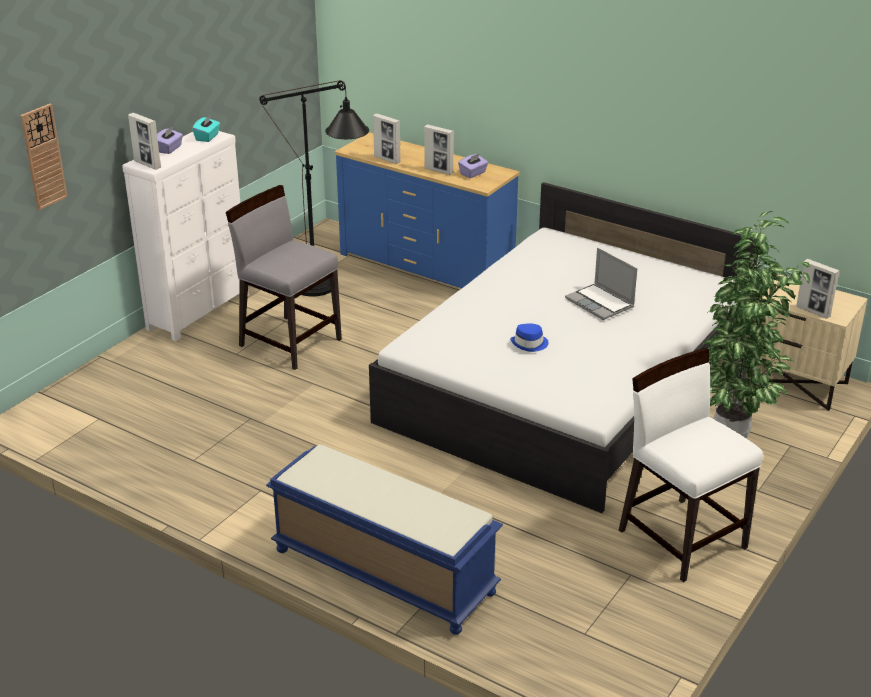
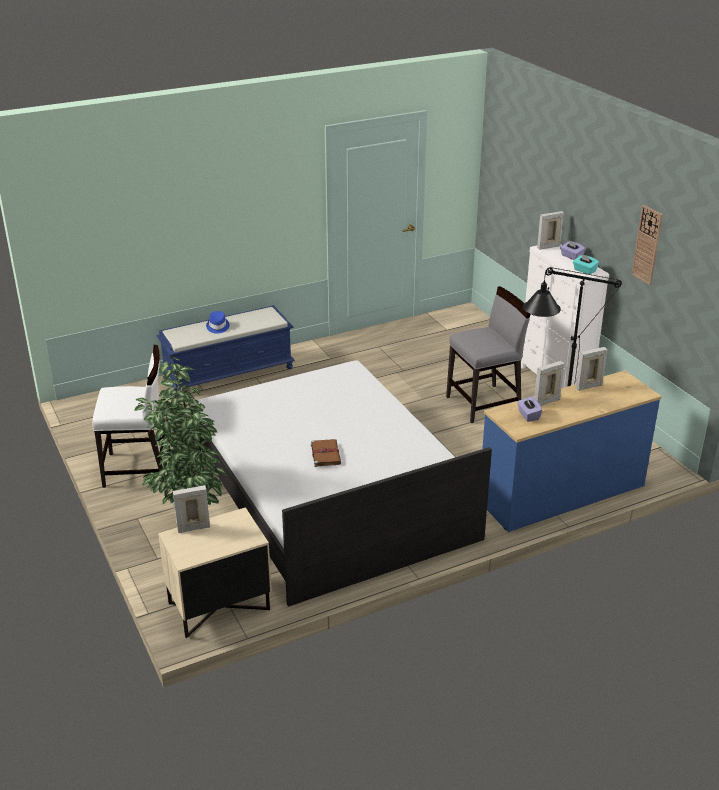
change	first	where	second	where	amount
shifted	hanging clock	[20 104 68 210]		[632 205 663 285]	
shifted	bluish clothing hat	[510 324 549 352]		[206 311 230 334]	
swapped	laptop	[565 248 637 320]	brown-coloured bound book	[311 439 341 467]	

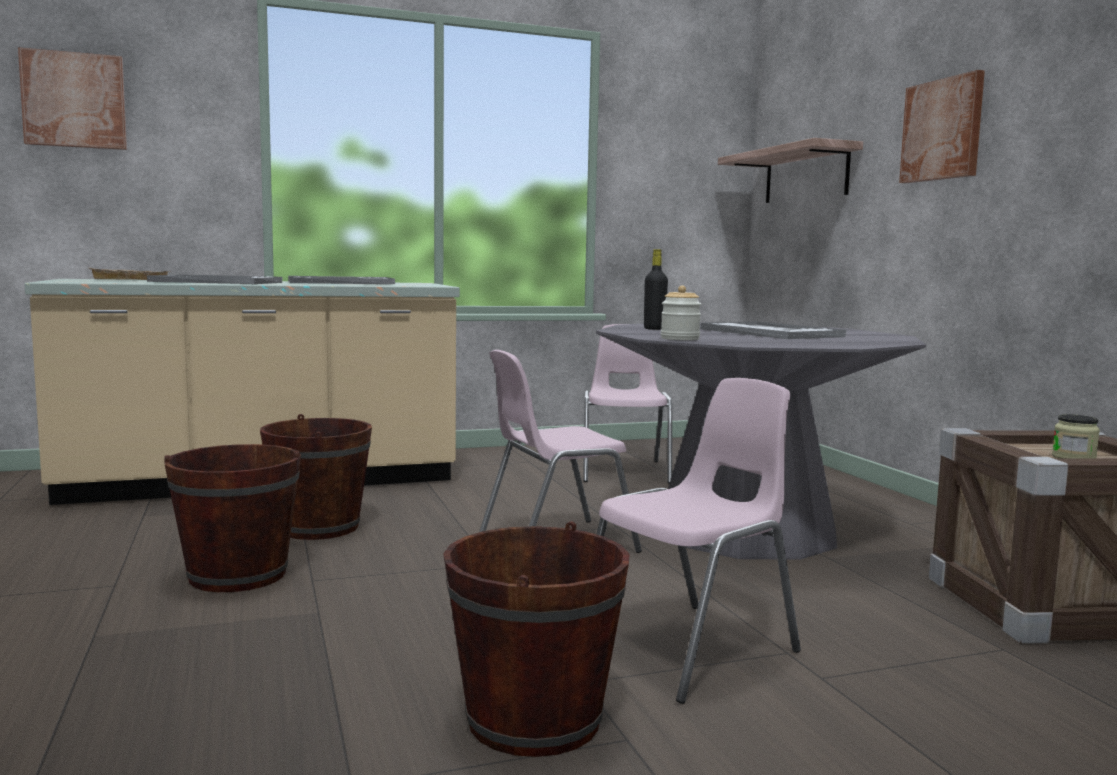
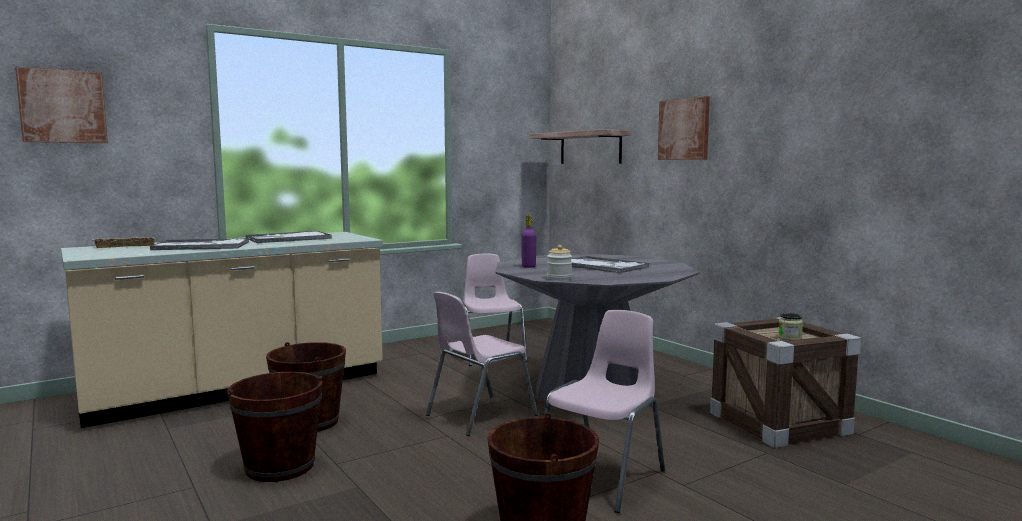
change	first	where	second	where	amount
repainted	black-coloured drink bottle	[644 249 668 330]	purplish drink bottle	[521 215 537 268]	

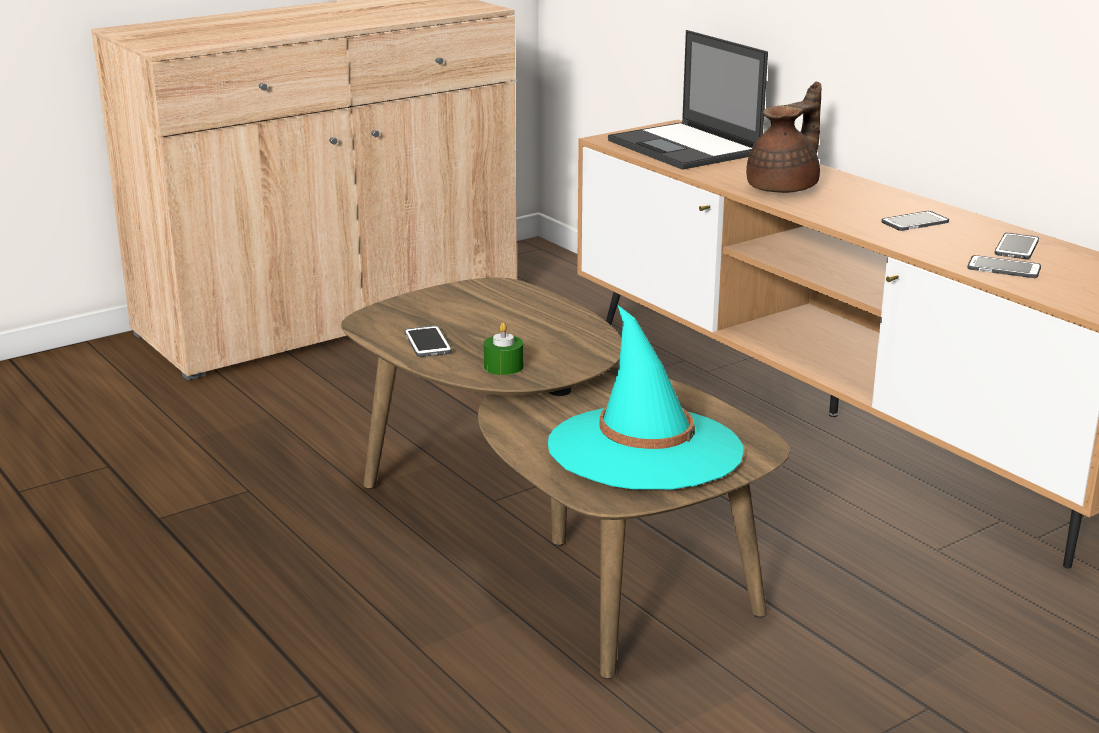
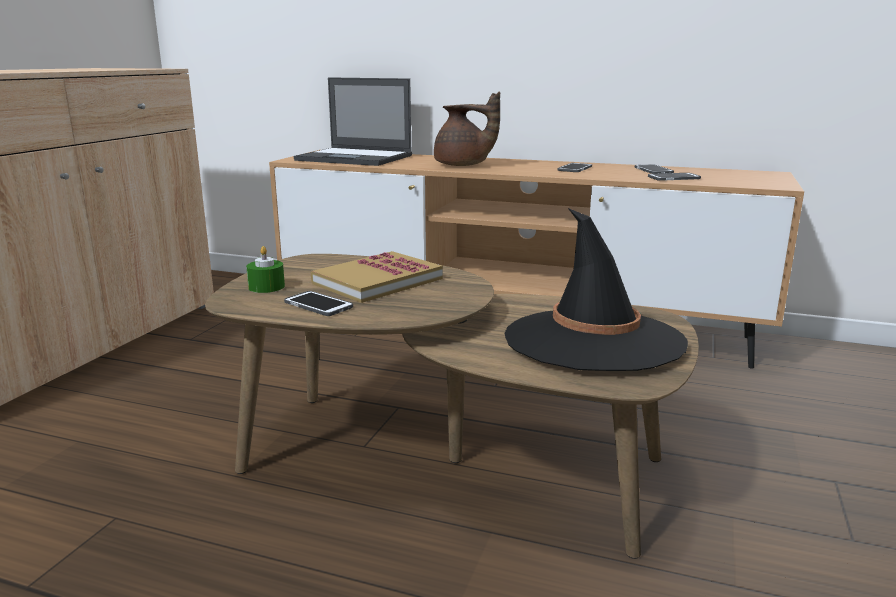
change	first	where	second	where	amount
shifted	greenish candle	[483 323 524 375]		[246 246 285 293]	
repainted	turquoise-coloured clothing hat	[548 305 743 489]	black-coloured clothing hat	[504 208 688 371]	
rotated	brown-coloured teapot	[746 82 822 193]		[434 91 500 166]	105 degrees clockwise
new			bound book	[311 251 443 303]	

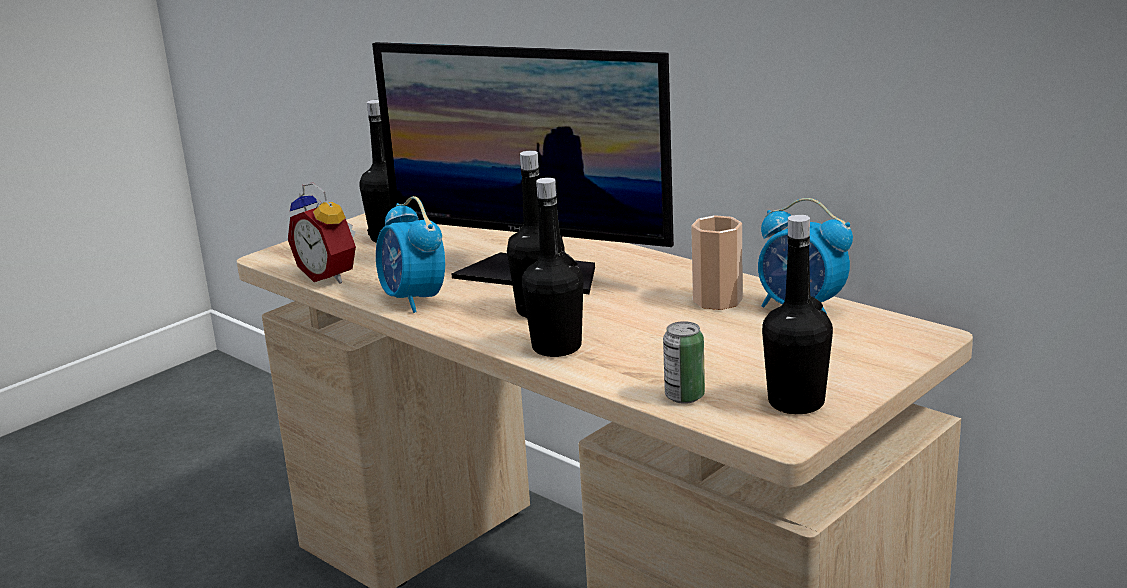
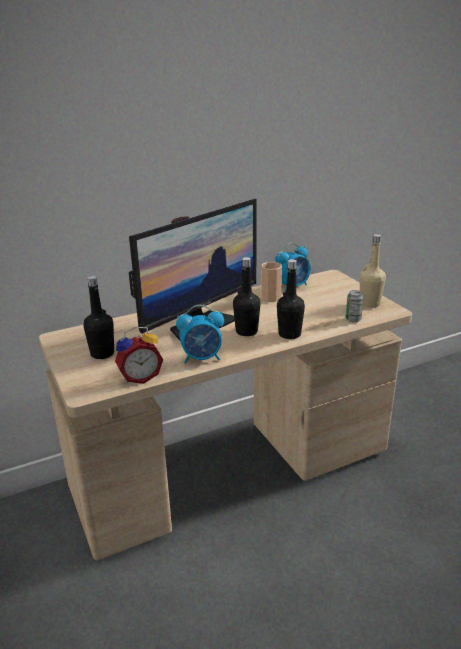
change	first	where	second	where	amount
repainted	black-coloured drink bottle	[762 214 833 414]	beige-coloured drink bottle	[360 234 386 308]	

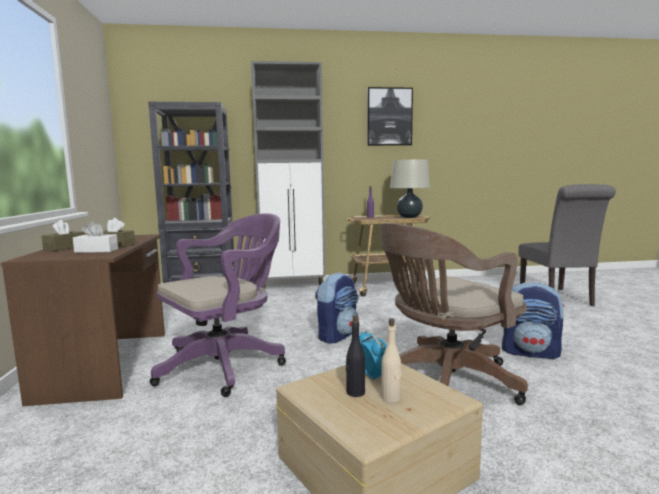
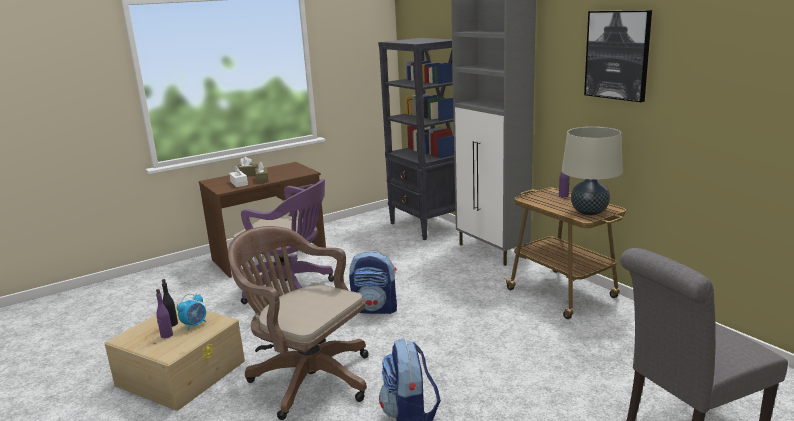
change	first	where	second	where	amount
repainted	beige-coloured drink bottle	[381 318 402 403]	purplish drink bottle	[156 289 173 338]	

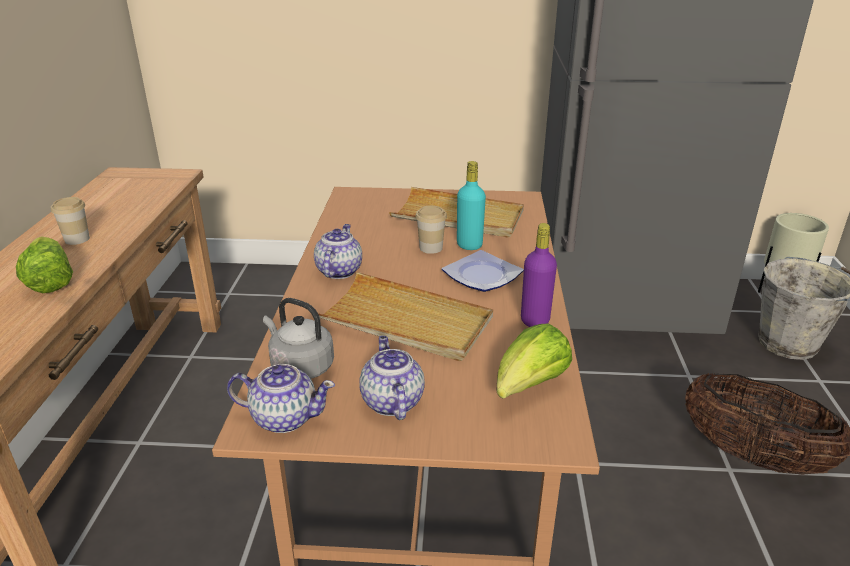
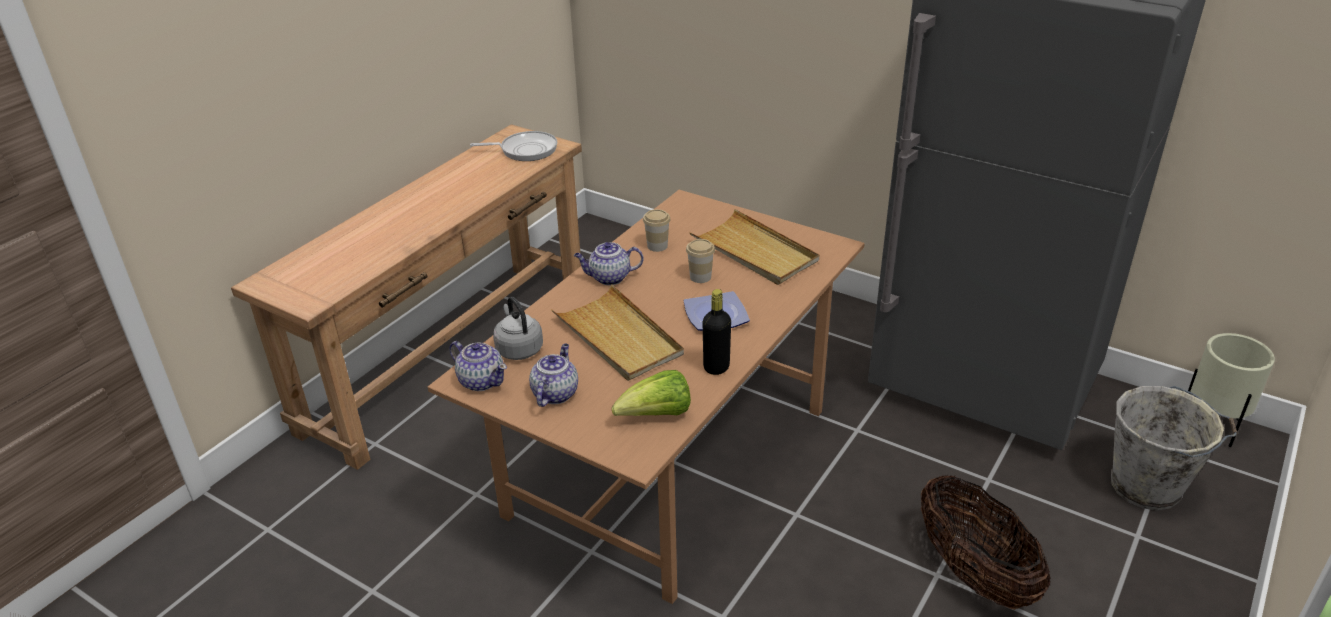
change	first	where	second	where	amount
gone	lettuce	[16 237 73 293]			
shifted	small cup	[51 197 90 245]		[643 209 671 252]	
rotated	teapot	[314 224 362 279]		[574 242 644 285]	135 degrees counterclockwise
gone	turquoise-coloured drink bottle	[457 161 486 250]			
repainted	purplish drink bottle	[521 223 557 327]	black-coloured drink bottle	[703 289 731 375]	
new			frying pan	[470 131 557 161]	

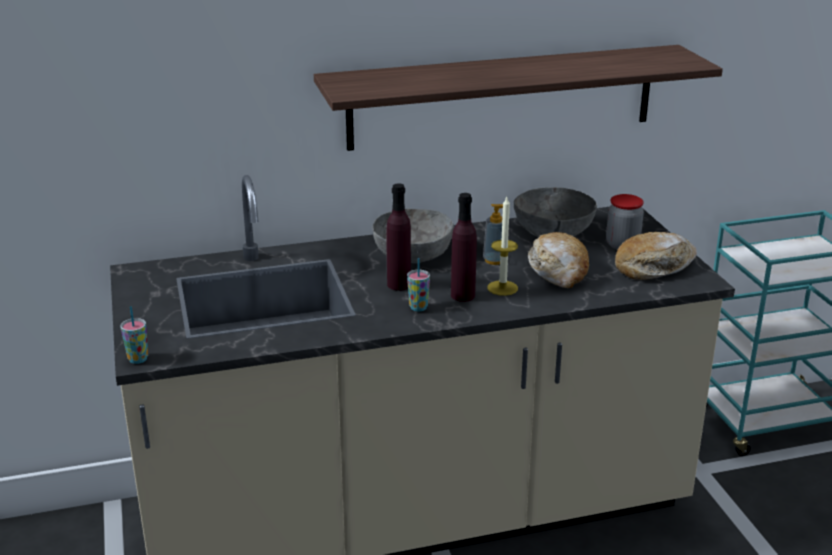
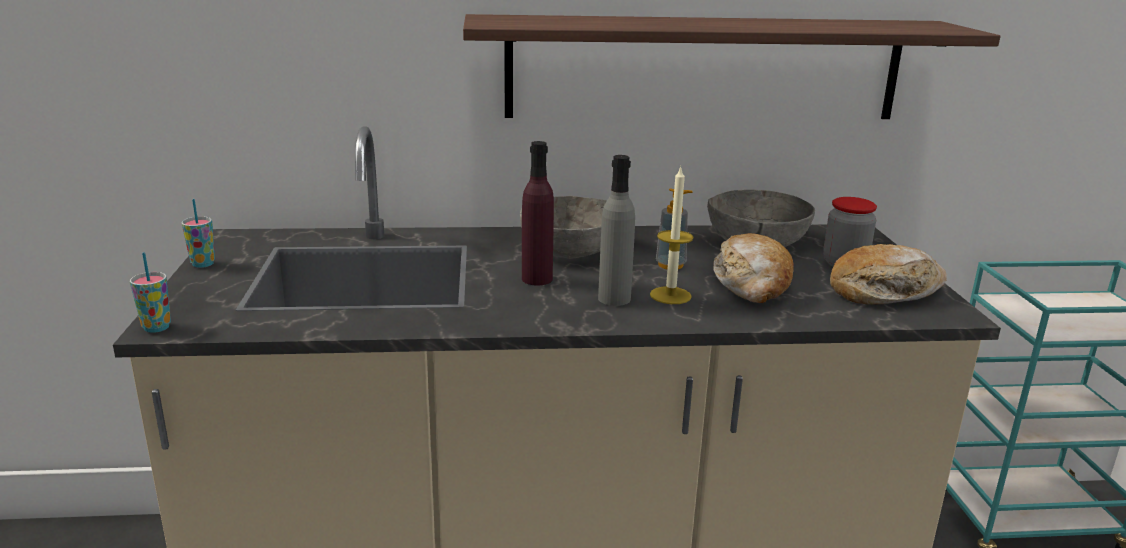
change	first	where	second	where	amount
shifted	small cup	[407 258 430 311]		[181 199 215 268]	
repainted	purplish drink bottle	[451 193 477 302]	gray drink bottle	[598 155 635 306]	

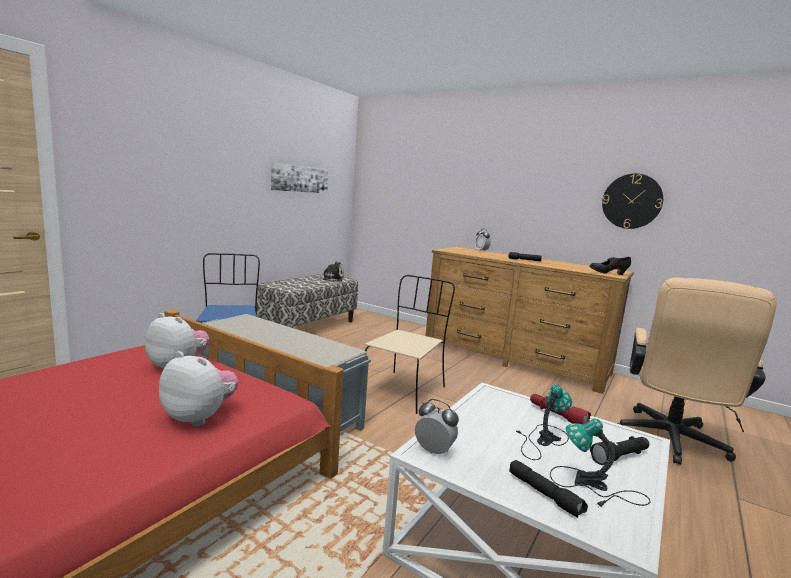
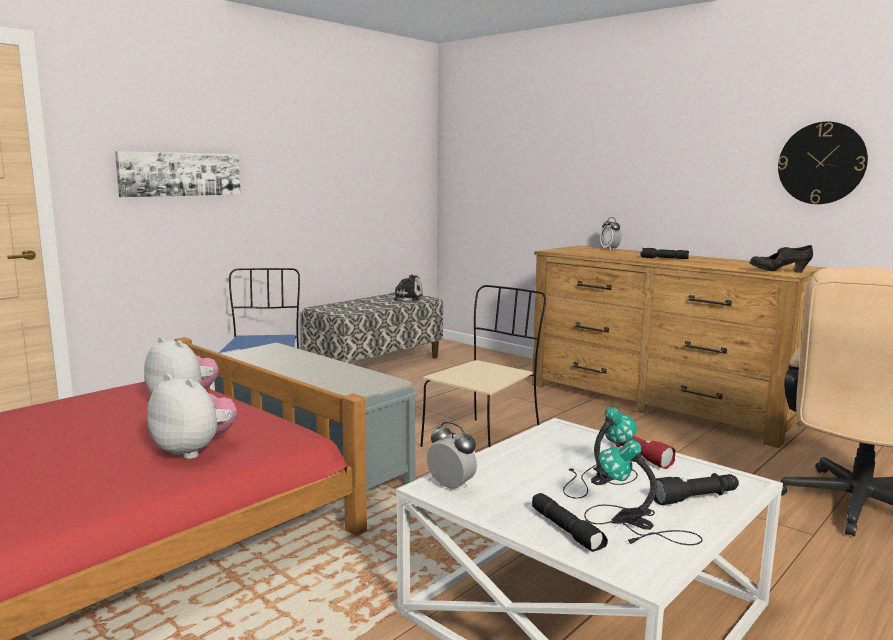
change	first	where	second	where	amount
shifted	wall picture	[271 162 328 193]		[115 151 241 197]	

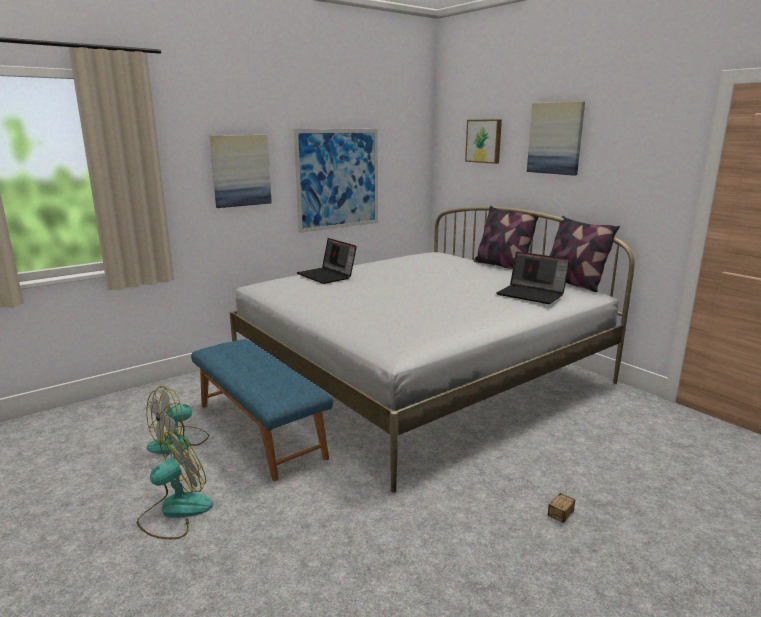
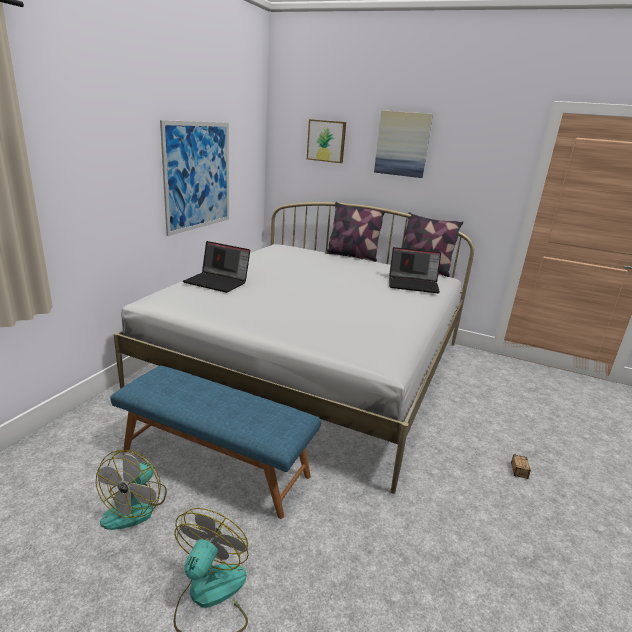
change	first	where	second	where	amount
gone	wall picture	[209 135 272 208]			

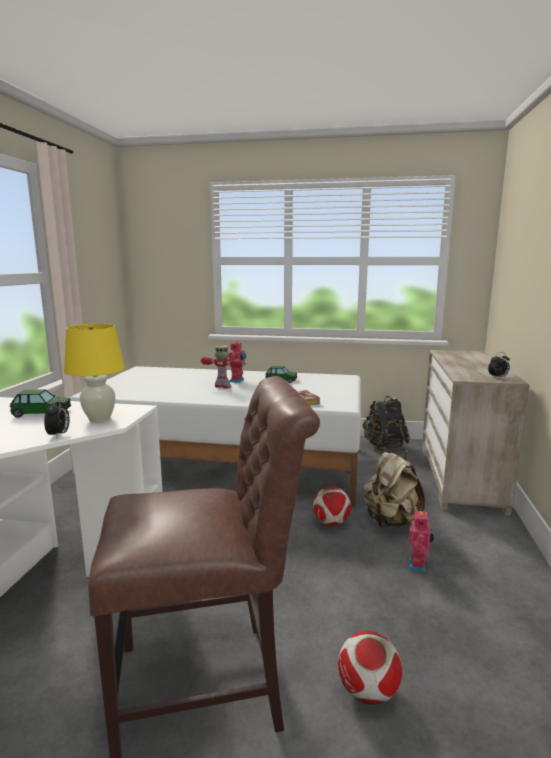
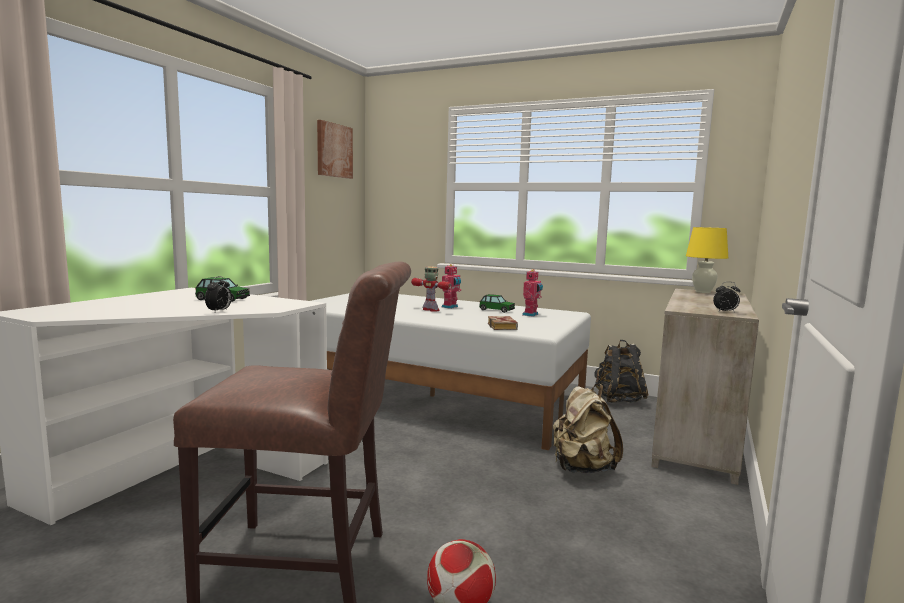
change	first	where	second	where	amount
shifted	yellowish lamp for a table	[64 324 125 422]		[686 227 728 293]	
gone	football ball	[313 486 351 526]			
shifted	toy robot	[408 509 434 573]		[522 269 543 317]	
new			wall picture	[317 120 353 179]	

